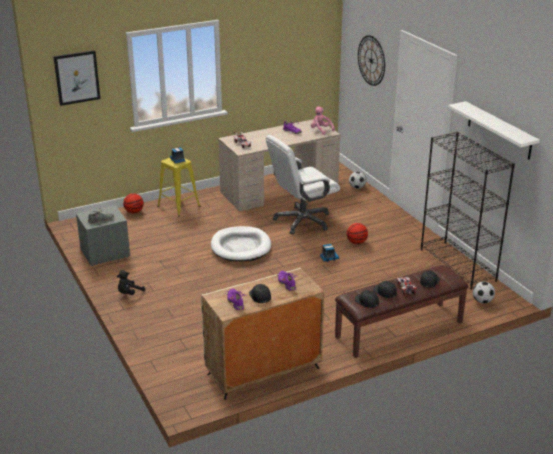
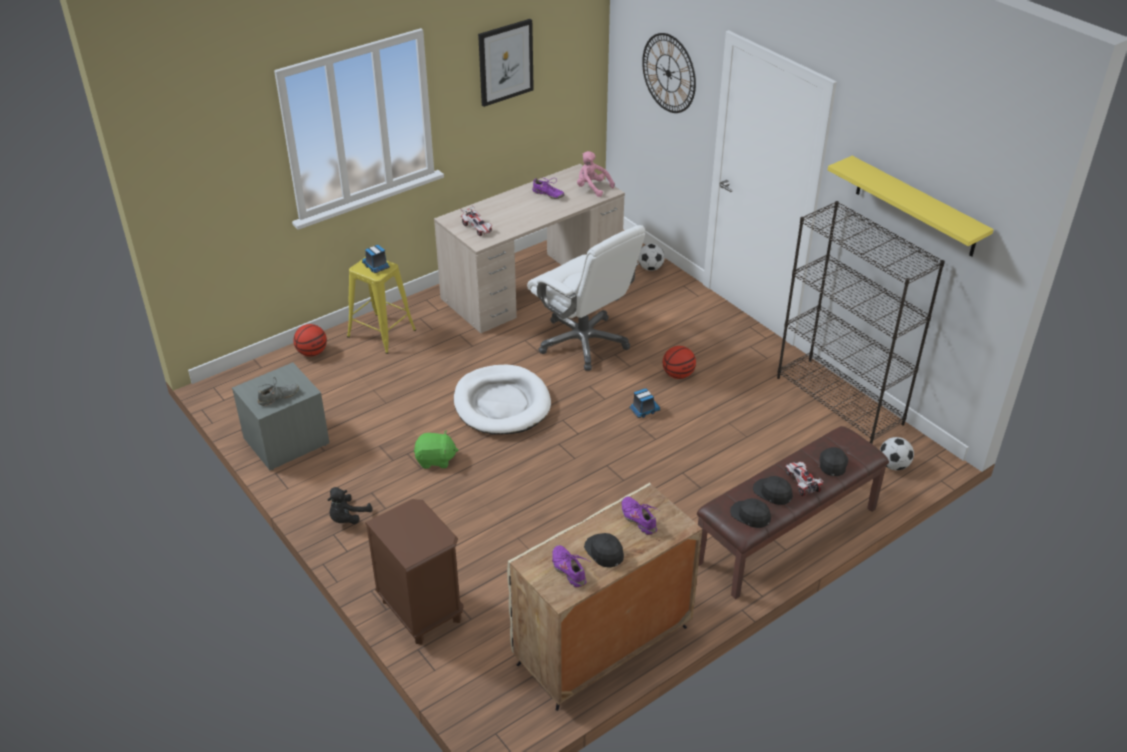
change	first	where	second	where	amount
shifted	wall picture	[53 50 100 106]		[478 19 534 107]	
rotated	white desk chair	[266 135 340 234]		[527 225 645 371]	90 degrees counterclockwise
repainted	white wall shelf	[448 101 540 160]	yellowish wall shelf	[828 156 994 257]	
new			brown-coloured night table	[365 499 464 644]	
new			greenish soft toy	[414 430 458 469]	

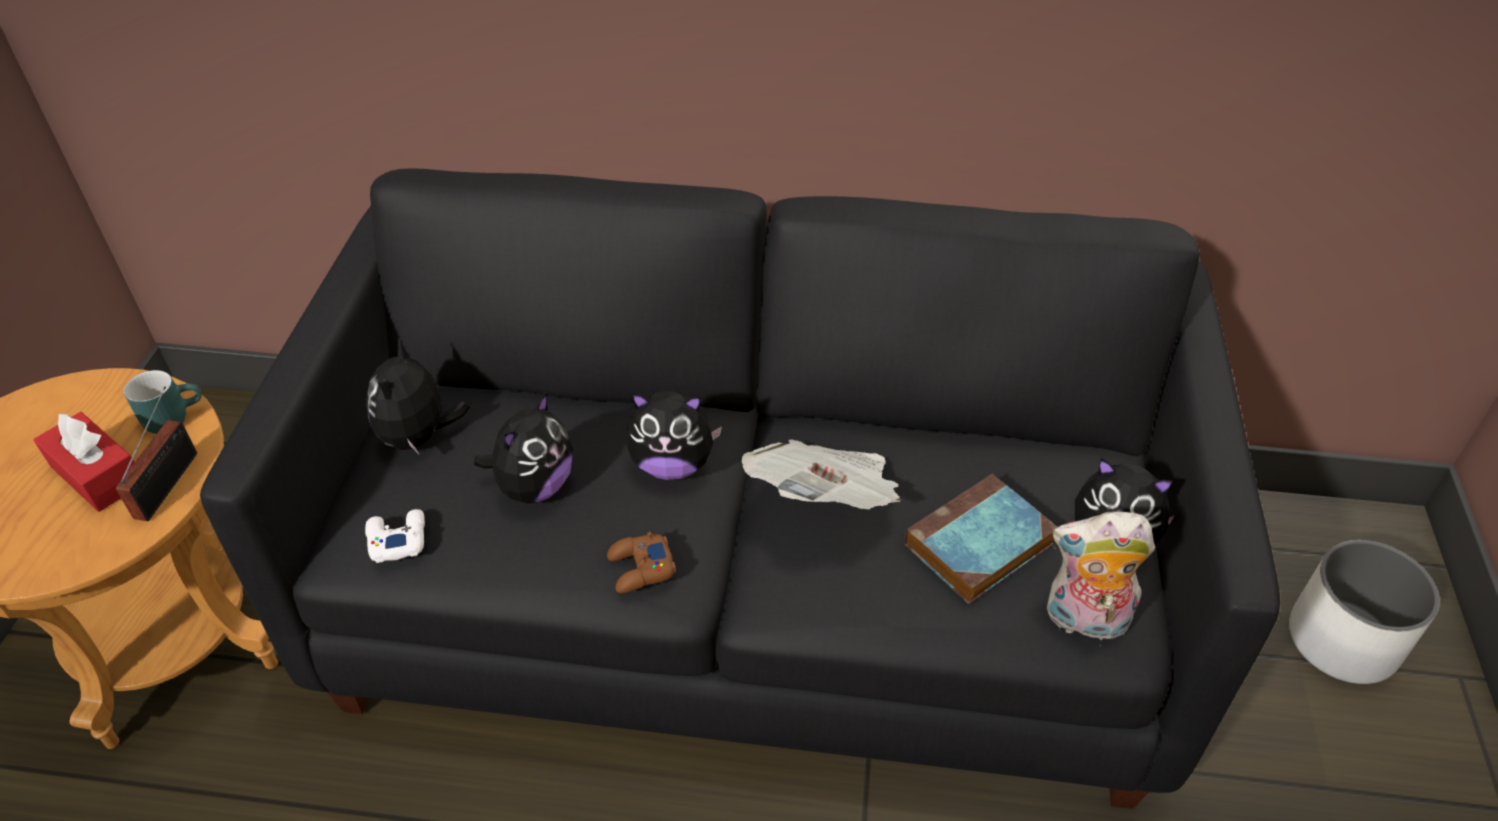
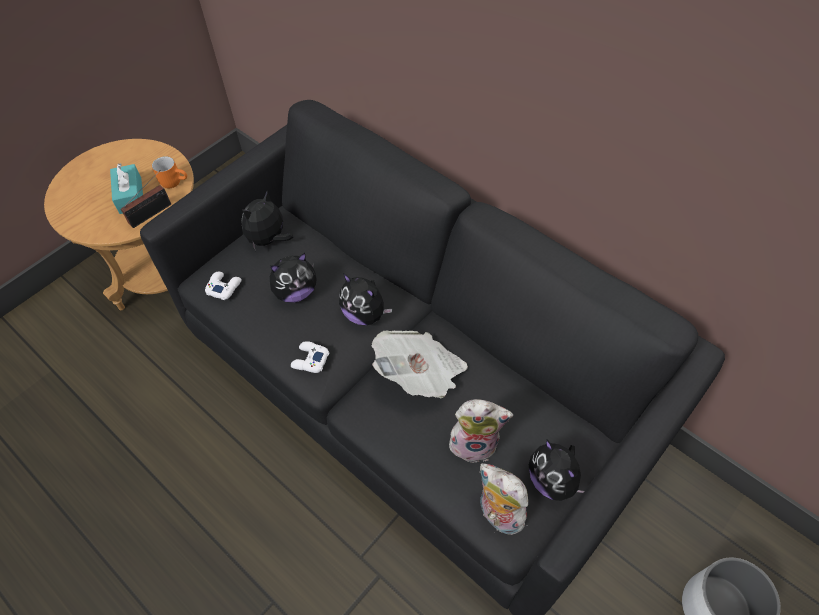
change	first	where	second	where	amount
repainted	red-coloured tissue holder	[34 412 135 512]	turquoise-coloured tissue holder	[110 163 143 214]	
repainted	turquoise-coloured tea mug	[124 370 202 434]	orangey tea mug	[152 156 187 188]	
repainted	brown-coloured joypad	[607 532 676 593]	white joypad	[291 341 329 373]	
swapped	bound book	[905 474 1057 604]	soft toy	[448 399 513 463]	

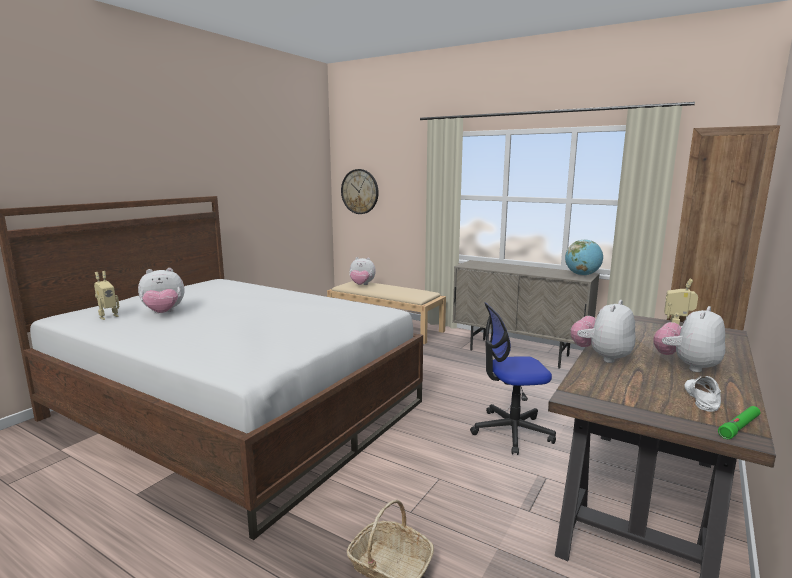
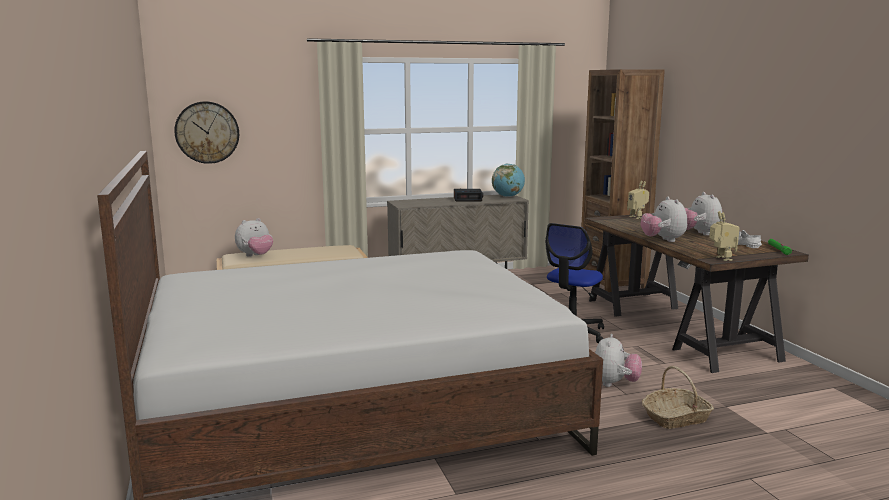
change	first	where	second	where	amount
shifted	toy robot	[94 271 119 320]		[709 211 740 261]	
shifted	soft toy	[138 268 184 313]		[595 334 642 387]	
new			bedside clock	[454 189 483 202]	

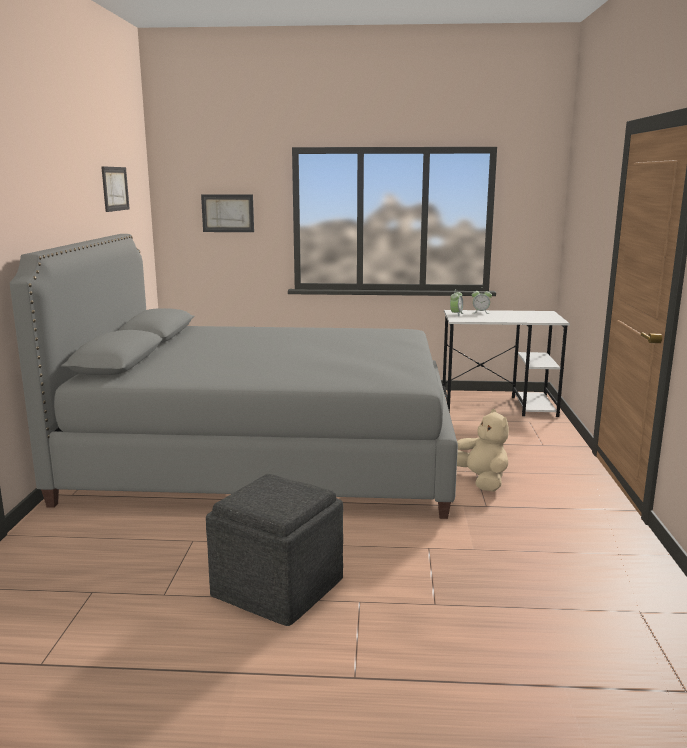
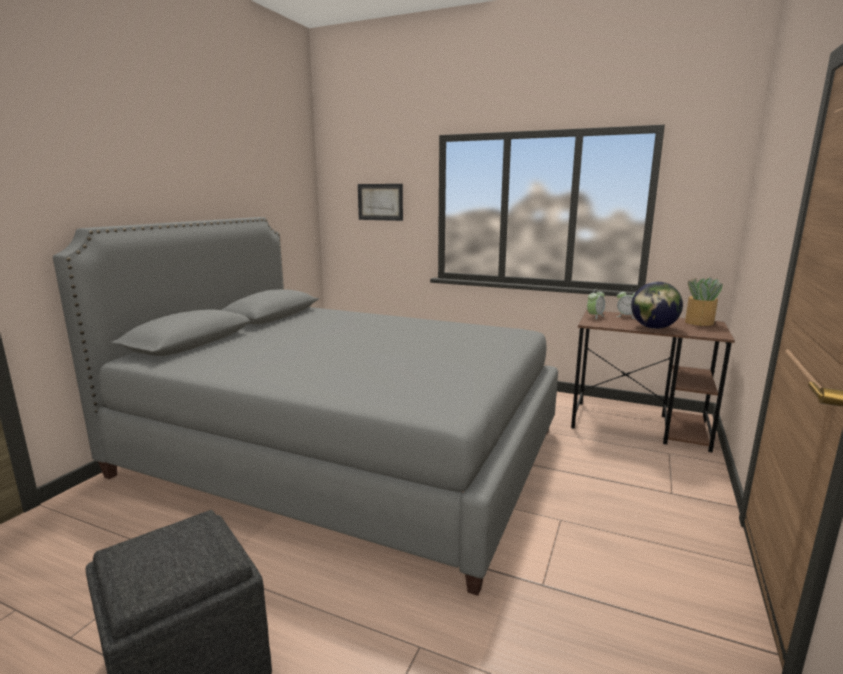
change	first	where	second	where	amount
gone	wall picture	[101 166 130 212]			
repainted	white desk unit	[443 310 570 417]	brown-coloured desk unit	[571 310 735 453]	
gone	beige-coloured soft toy	[457 409 509 492]			
new			world globe	[631 282 683 329]	
new			houseplant	[685 277 723 326]	

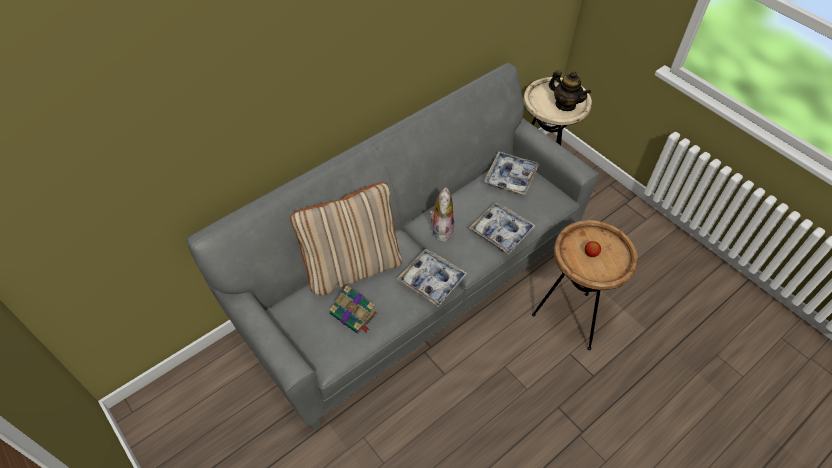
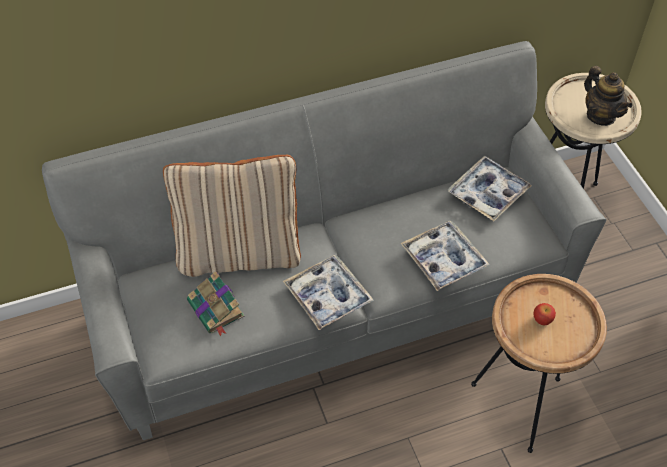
change	first	where	second	where	amount
gone	soft toy	[429 187 454 242]			

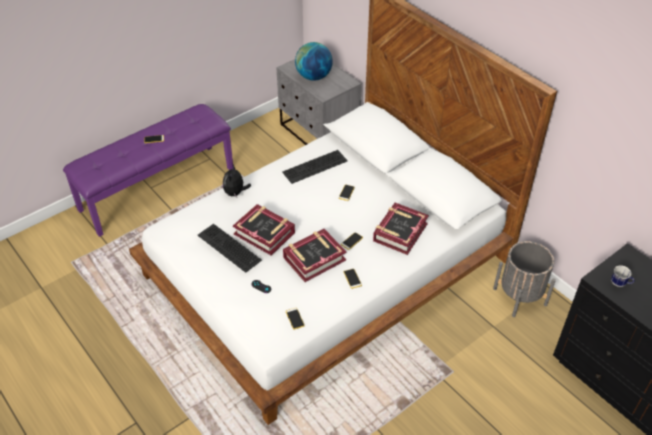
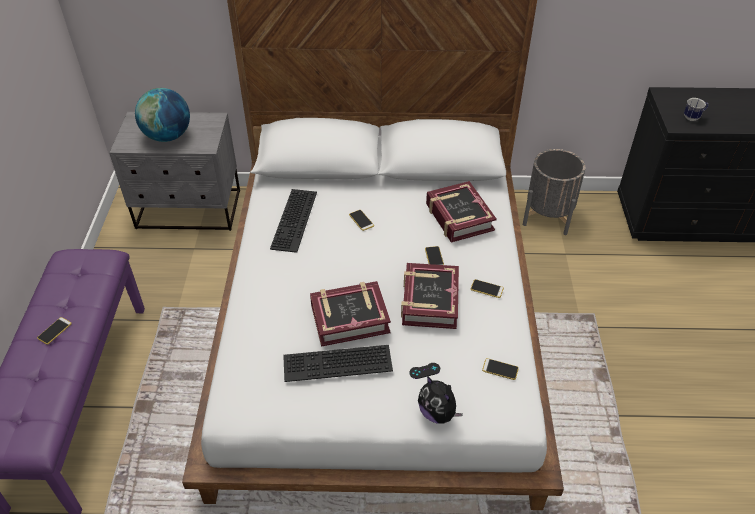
change	first	where	second	where	amount
shifted	soft toy	[223 164 251 197]		[418 376 463 424]	

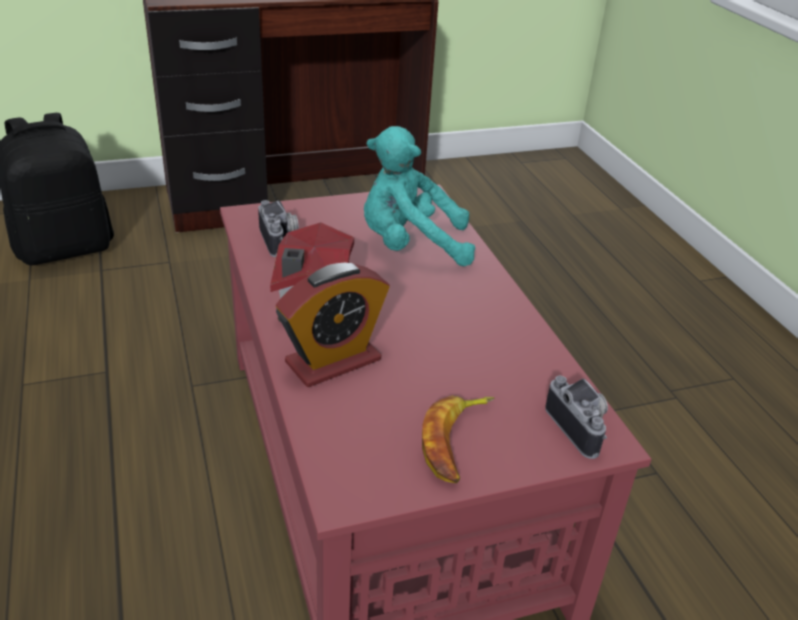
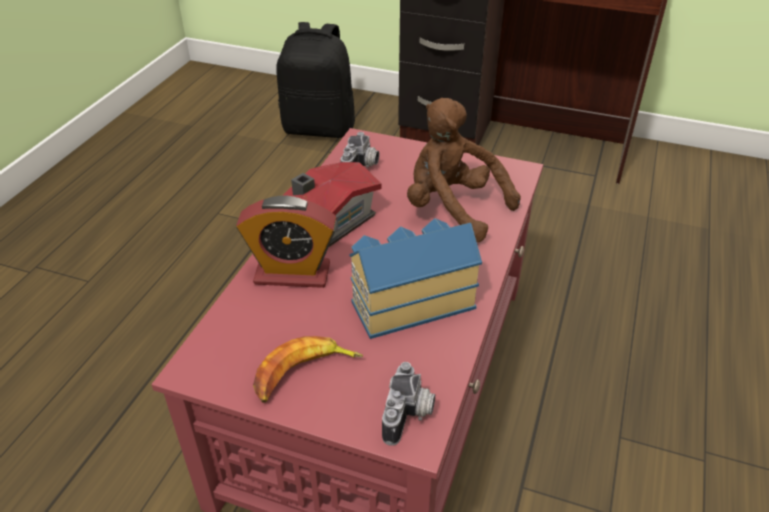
change	first	where	second	where	amount
repainted	turquoise-coloured soft toy	[364 126 475 266]	brown-coloured soft toy	[407 98 521 242]	
new			miniature house	[349 218 482 339]	

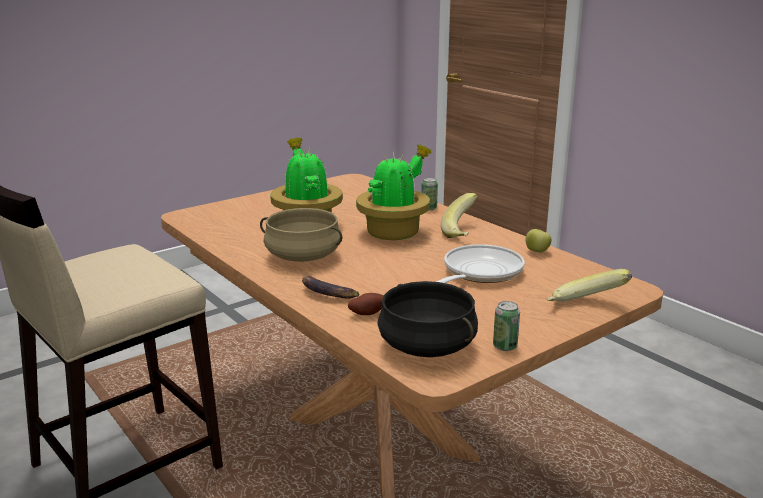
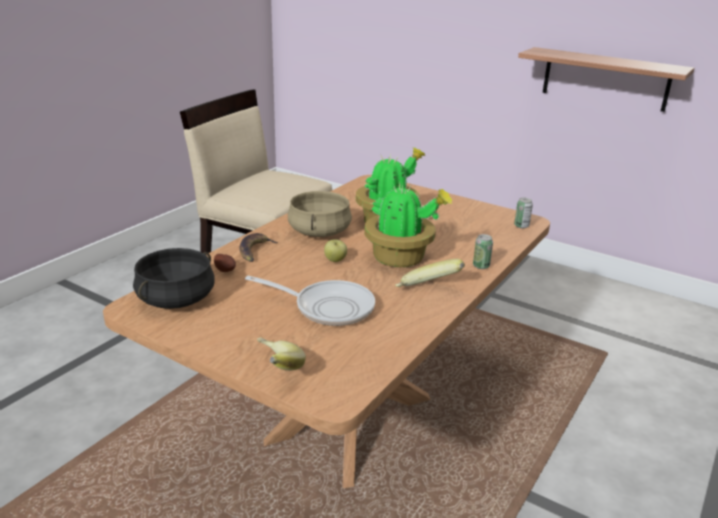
change	first	where	second	where	amount
shifted	can	[493 301 520 351]		[514 198 533 229]	
shifted	apple	[526 229 551 253]		[324 239 347 262]	
new			wall shelf	[518 47 695 112]	

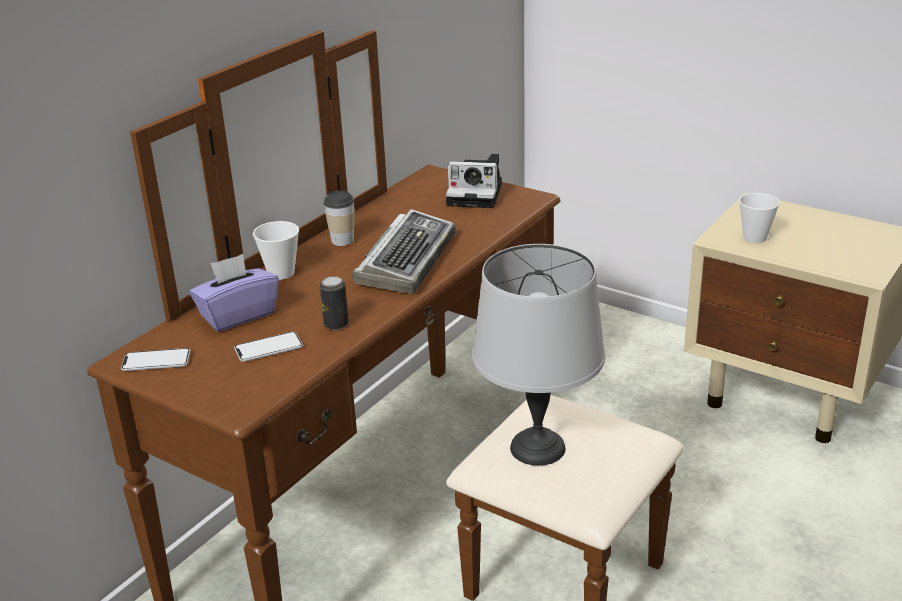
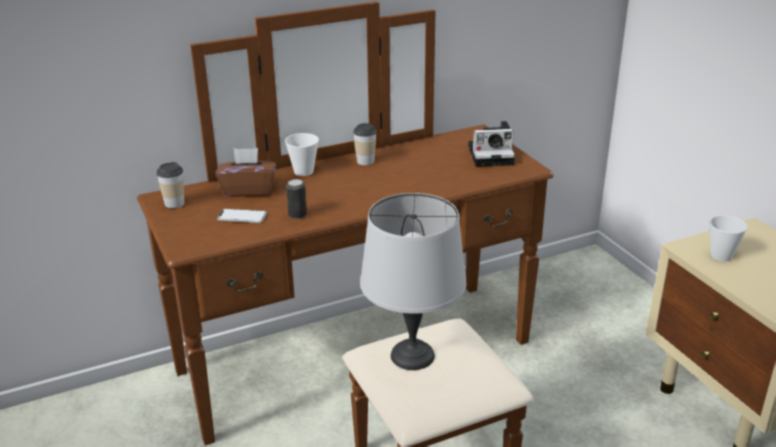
change	first	where	second	where	amount
swapped	phone	[121 348 191 371]	small cup	[156 162 184 208]	
repainted	purplish tissue holder	[189 254 279 332]	brown-coloured tissue holder	[216 148 276 197]	
gone	computer keyboard	[352 209 456 294]			
rotated	still camera	[446 154 502 208]		[468 121 515 167]	45 degrees counterclockwise

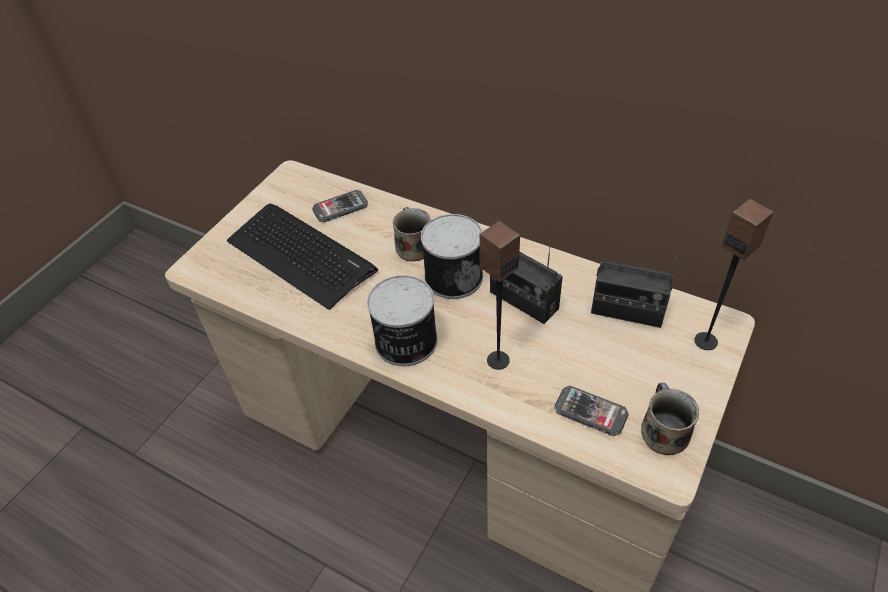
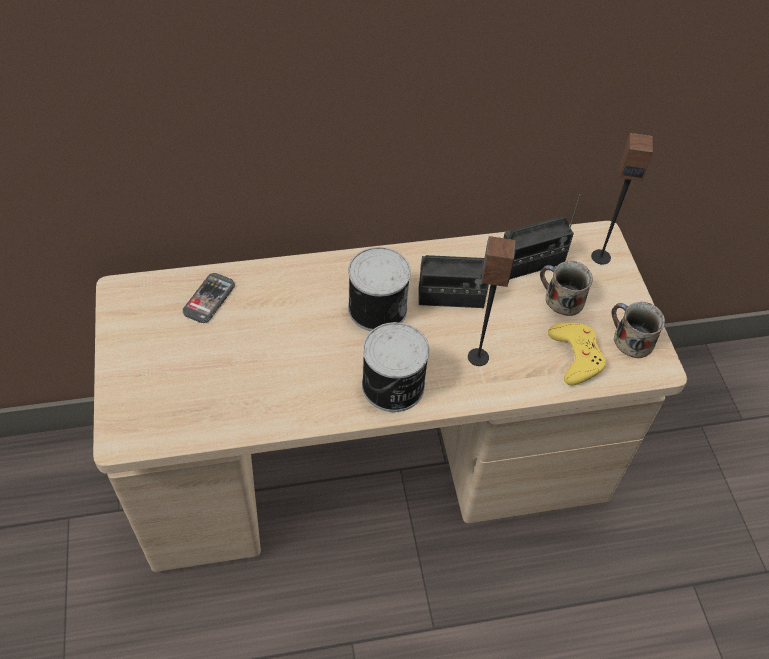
change	first	where	second	where	amount
gone	computer keyboard	[227 203 378 310]			
shifted	tea mug	[393 207 431 261]		[540 261 593 316]	
swapped	phone	[554 386 629 436]	yellowish joypad	[548 323 606 386]	

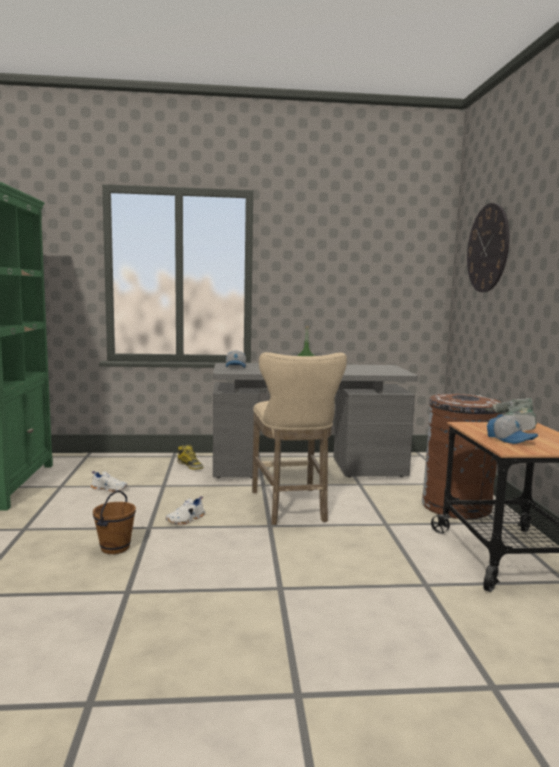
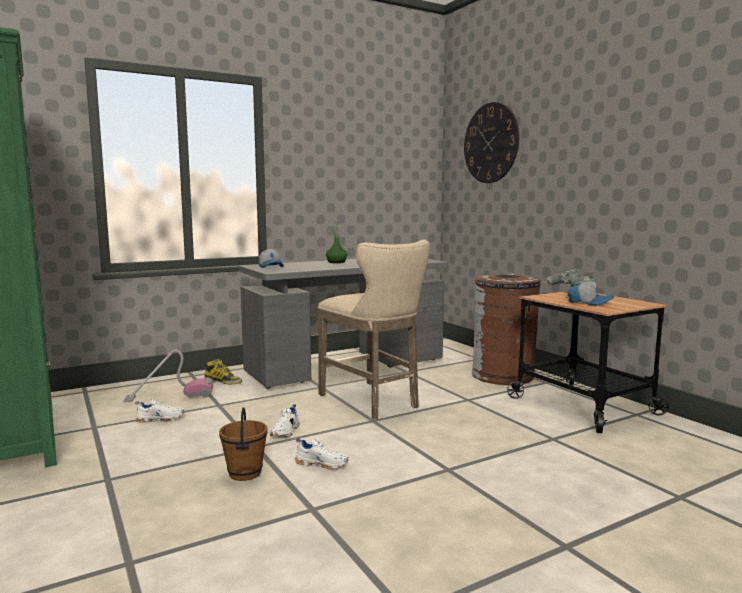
change	first	where	second	where	amount
new			vacuum cleaner	[124 349 213 402]	
new			white item of footwear	[295 438 349 469]	

